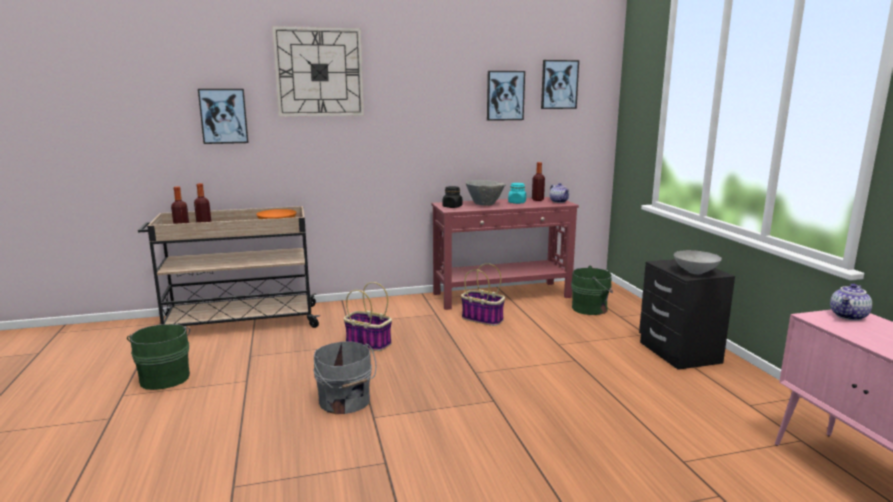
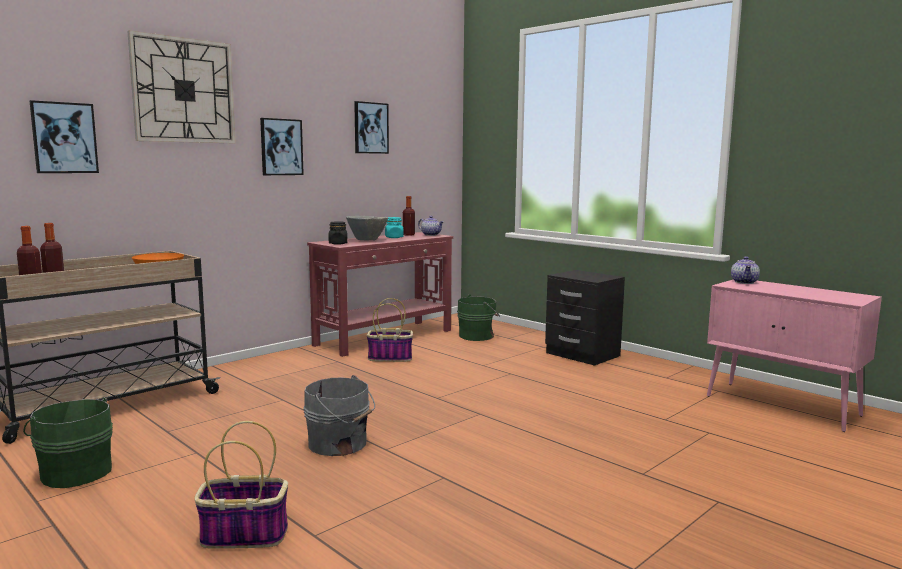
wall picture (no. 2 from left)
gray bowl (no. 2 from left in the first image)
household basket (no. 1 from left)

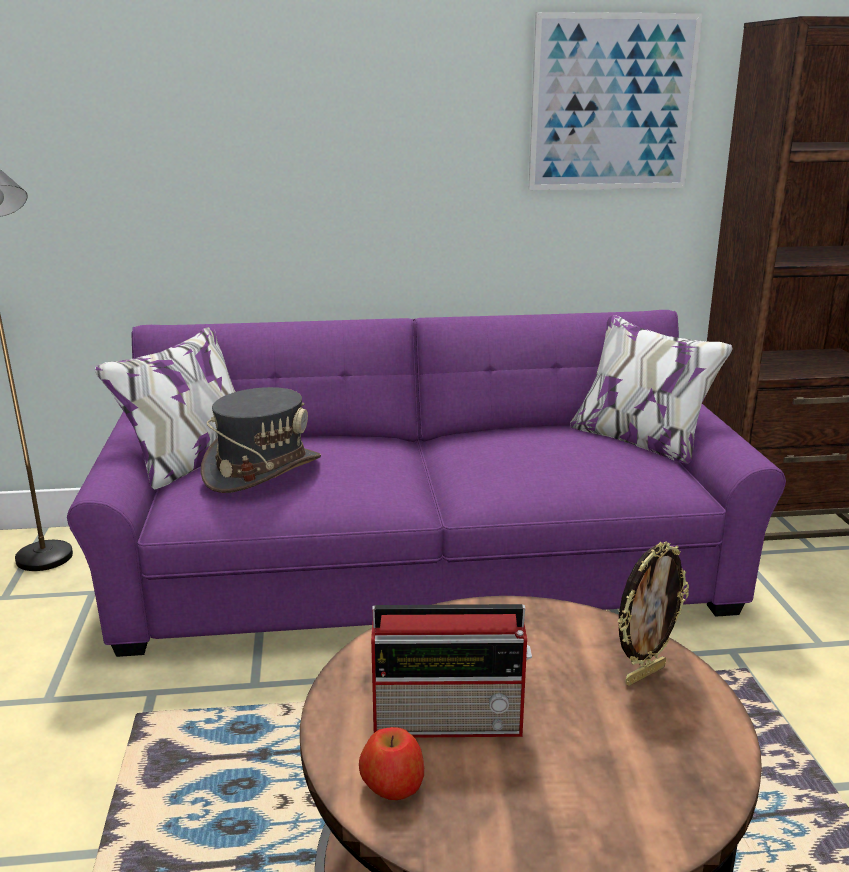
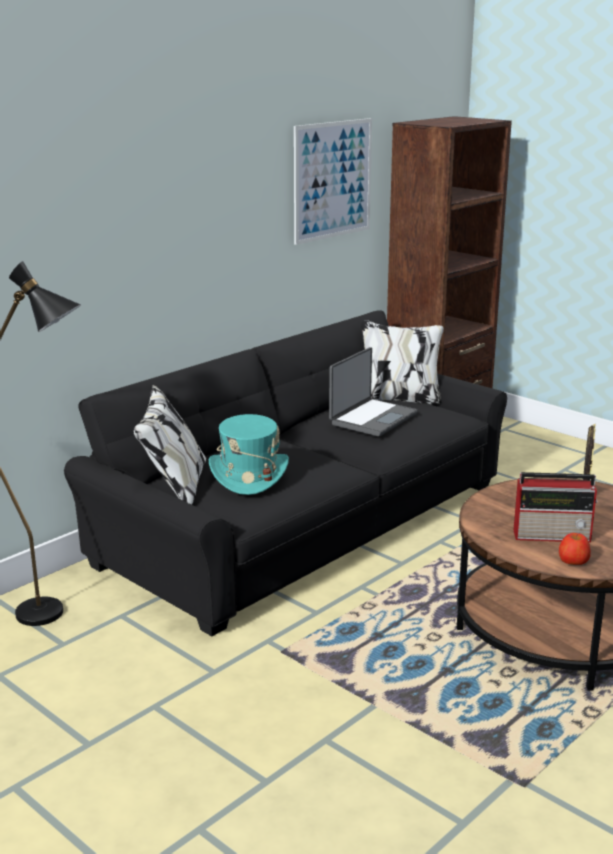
blackish couch
turquoise-coloured hat
radio
laptop

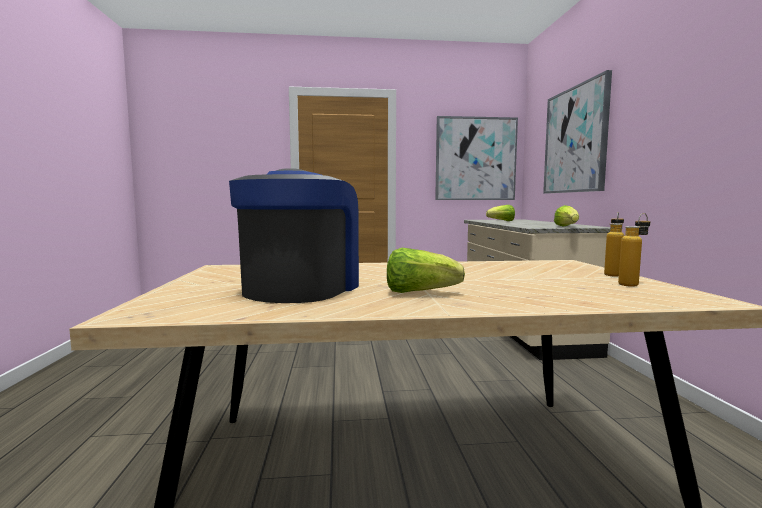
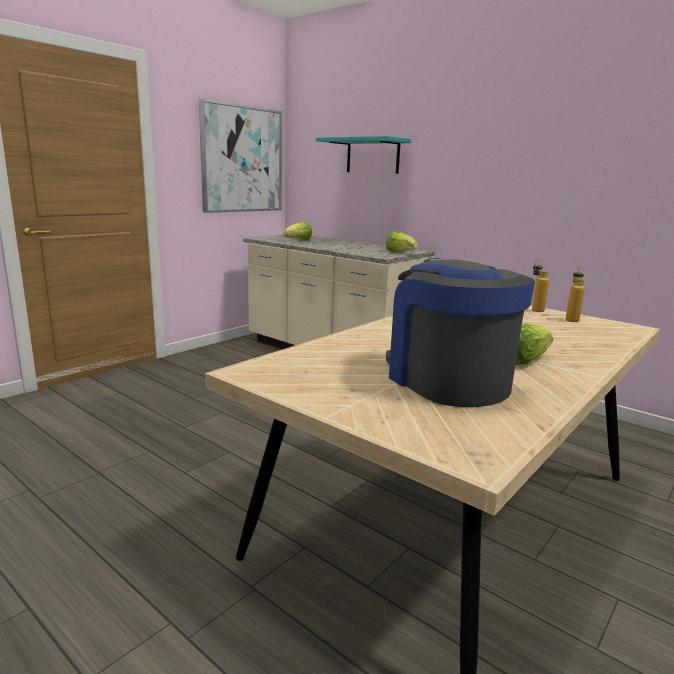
turquoise-coloured bracket shelf

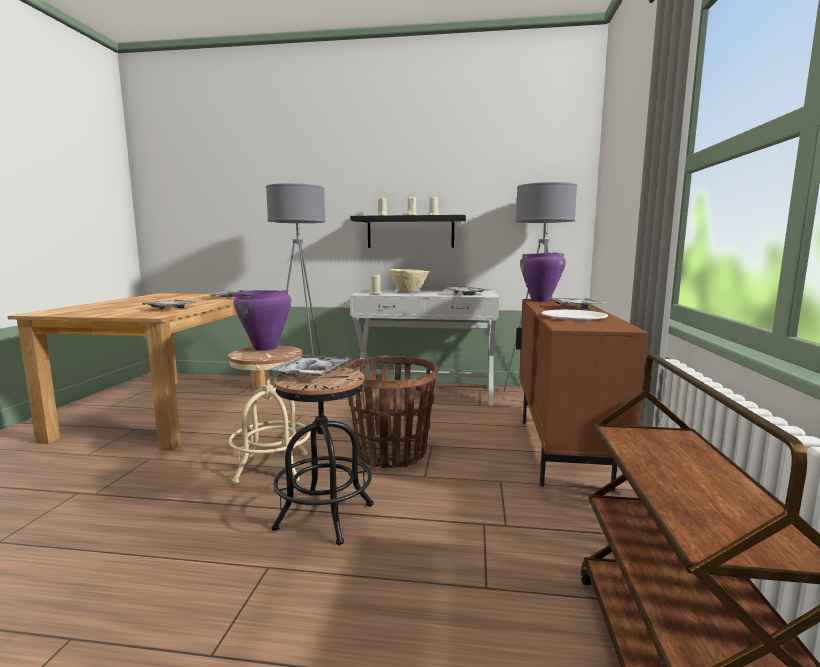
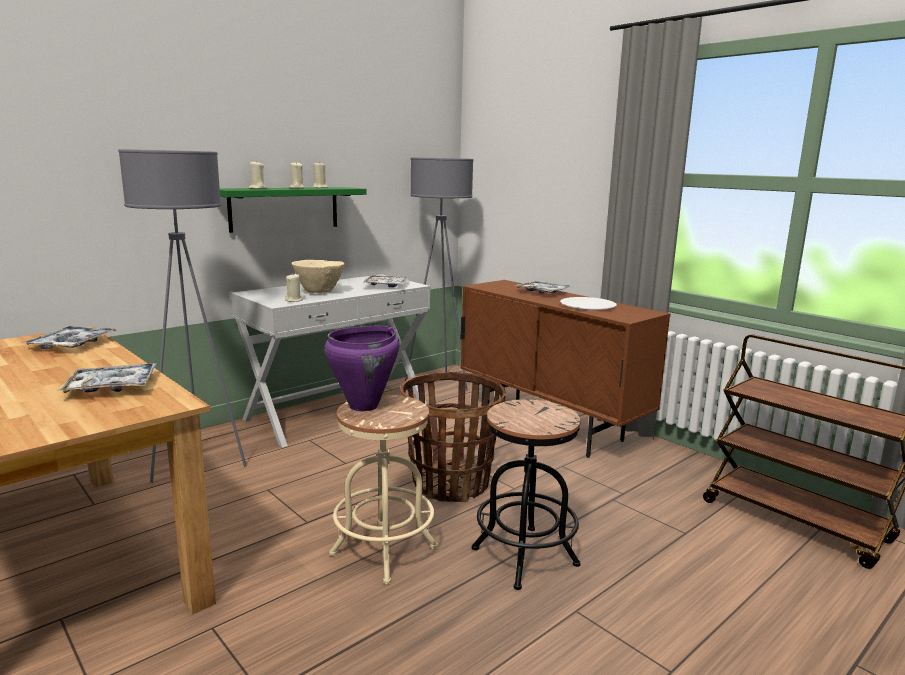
greenish bracket shelf
purple stockpot (no. 2 from left in the first image)
carrying tray (no. 3 from left in the first image)

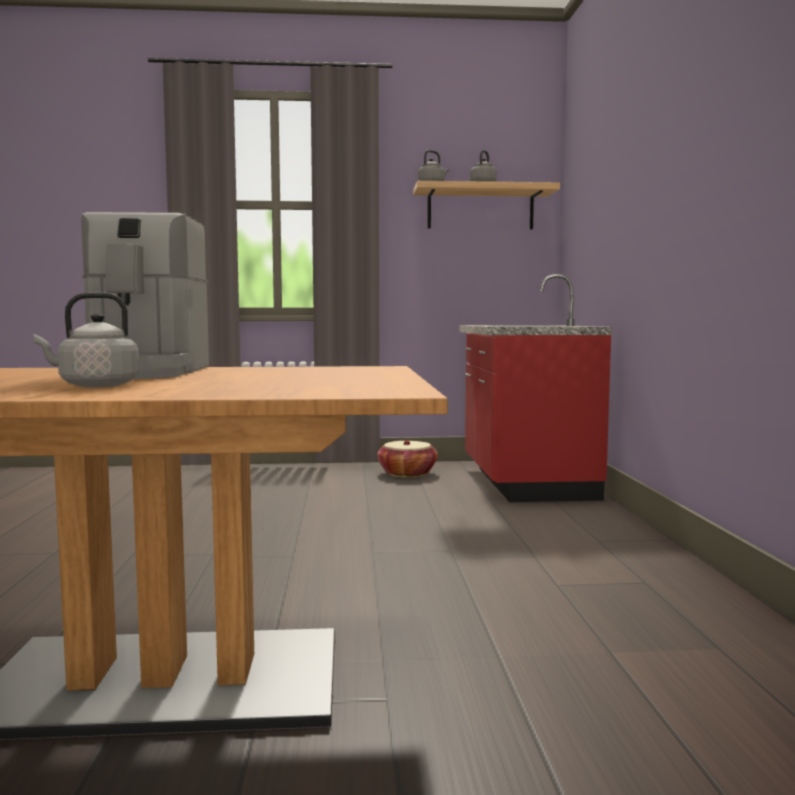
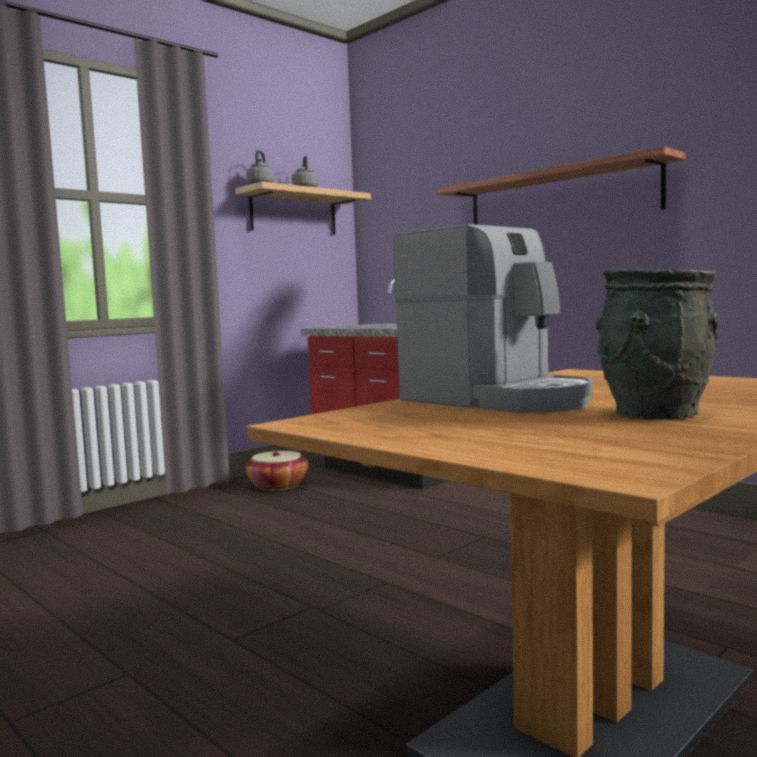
gray vase
bracket shelf (no. 2 from left)

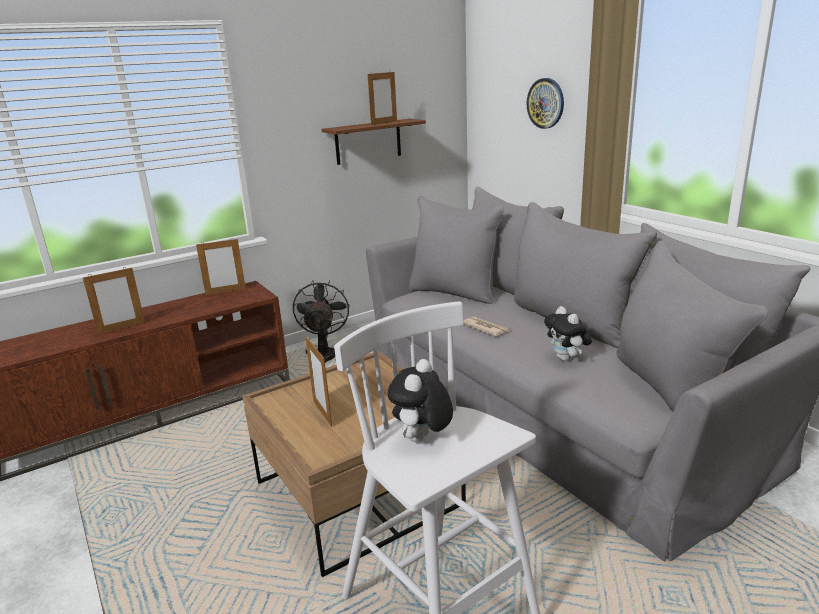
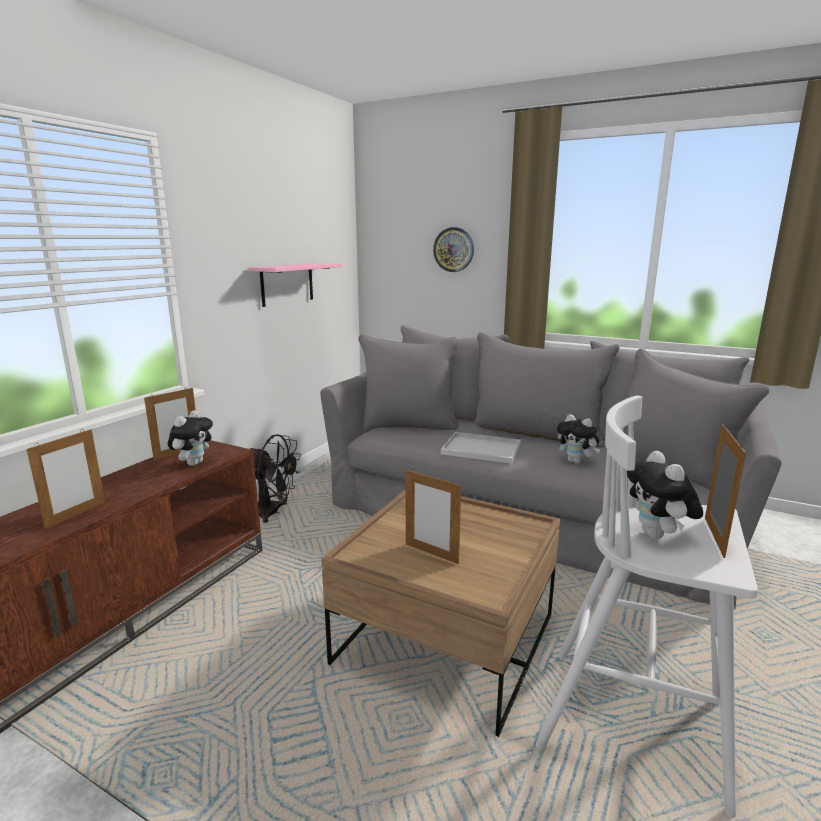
photo frame (no. 4 from left)
pink-coloured bracket shelf
blackish cooling fan
white-coloured carrying tray
soft toy (no. 1 from left)

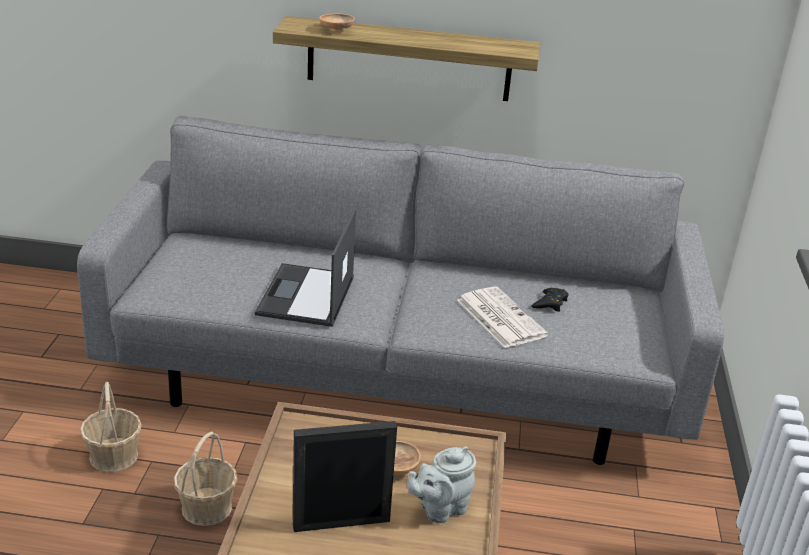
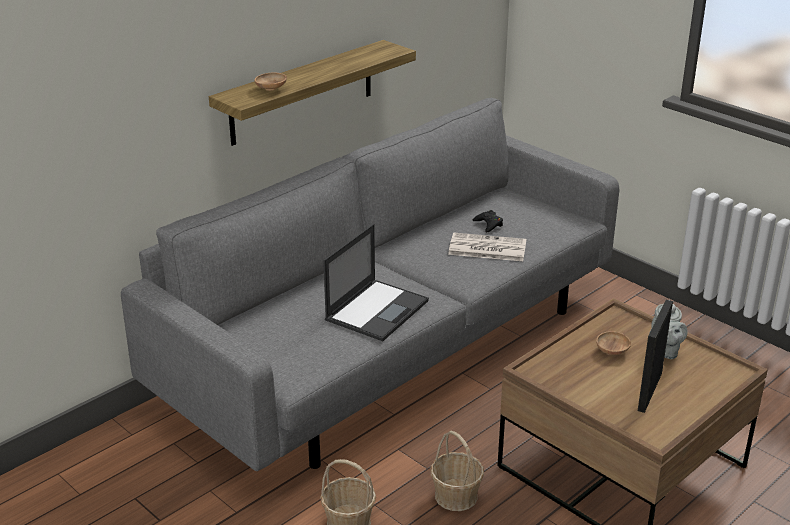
laptop

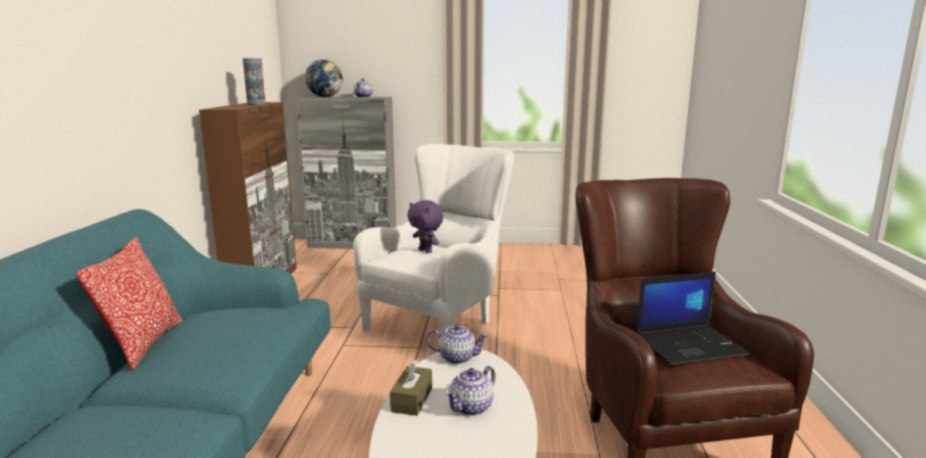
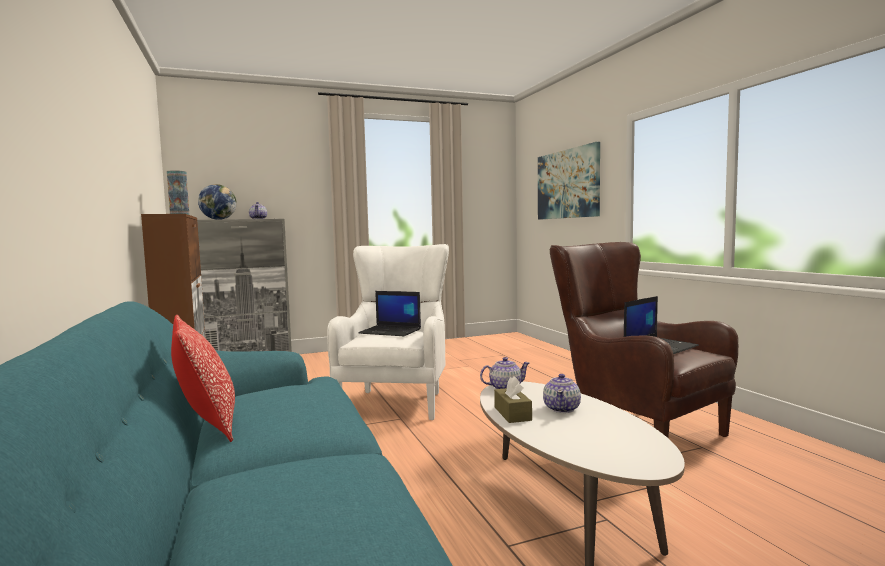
laptop (no. 1 from left)
wall picture

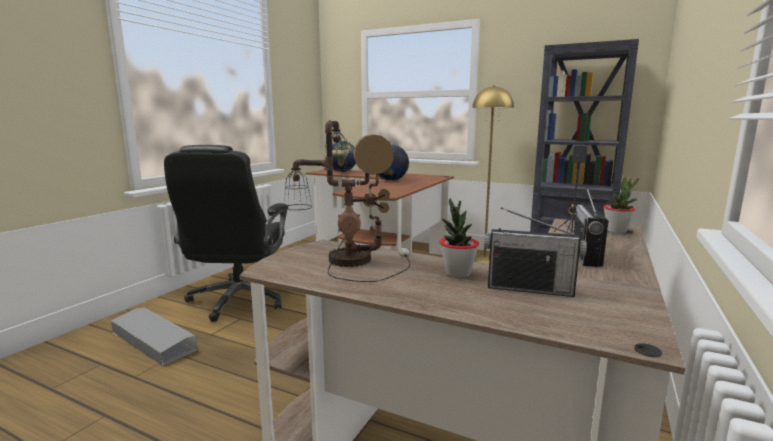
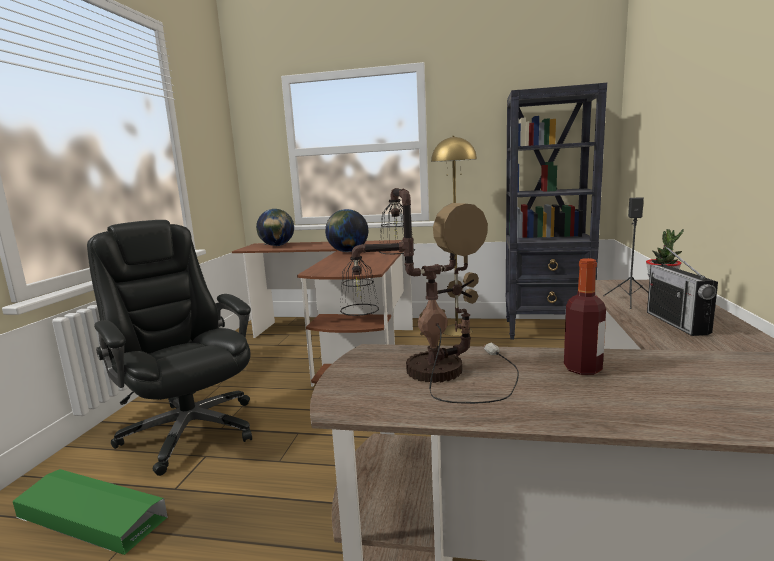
blackish office chair
beverage bottle
radio (no. 1 from left in the first image)
greenish storage box

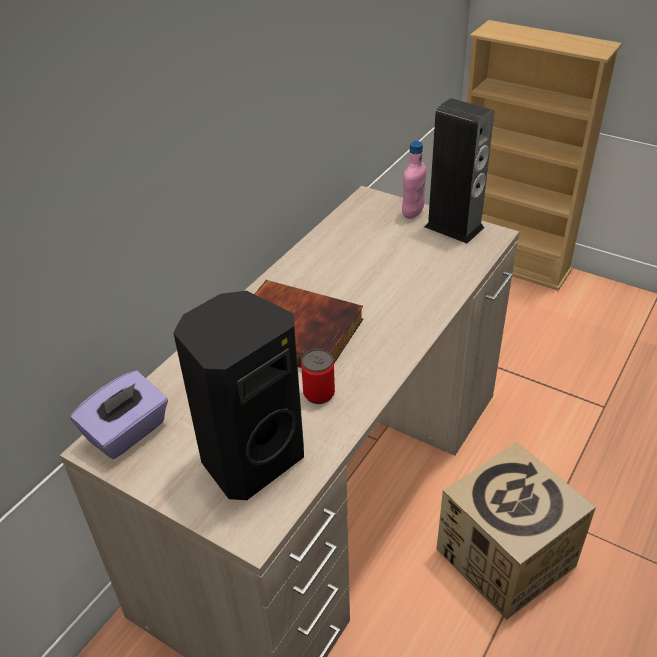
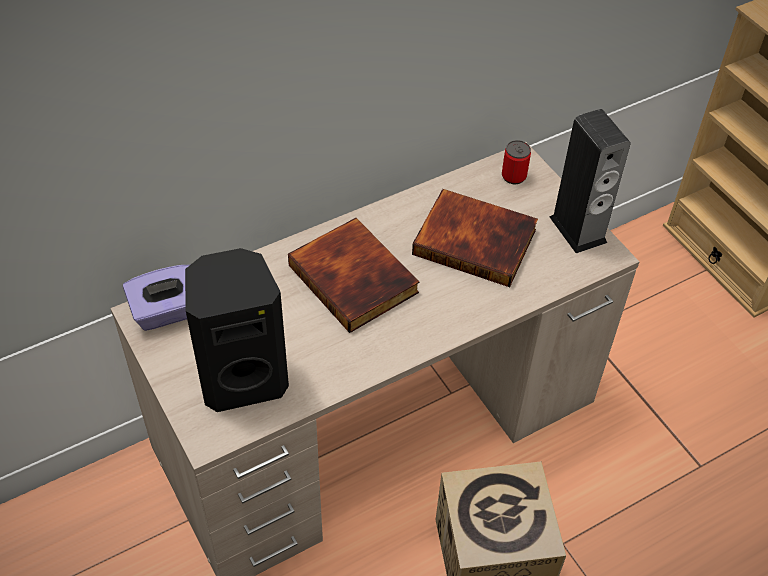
pink-coloured beverage bottle
can
volume (no. 2 from left)

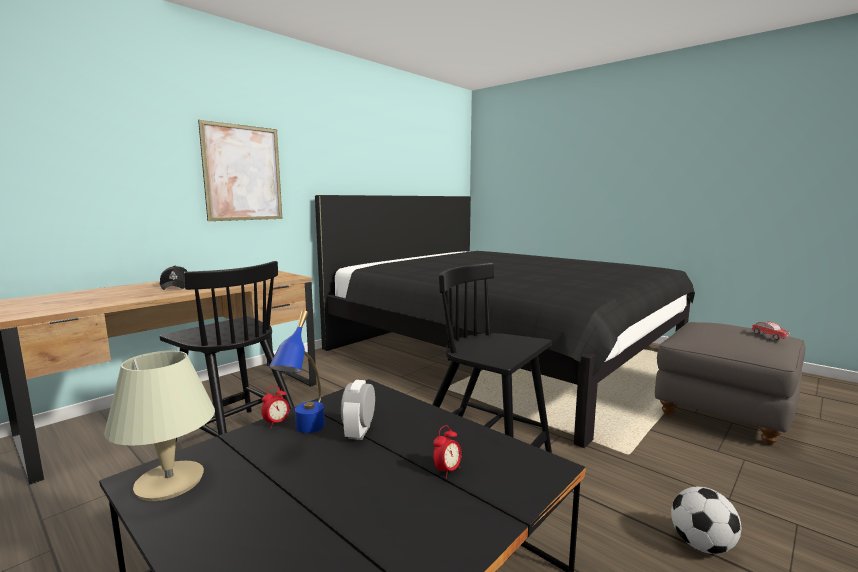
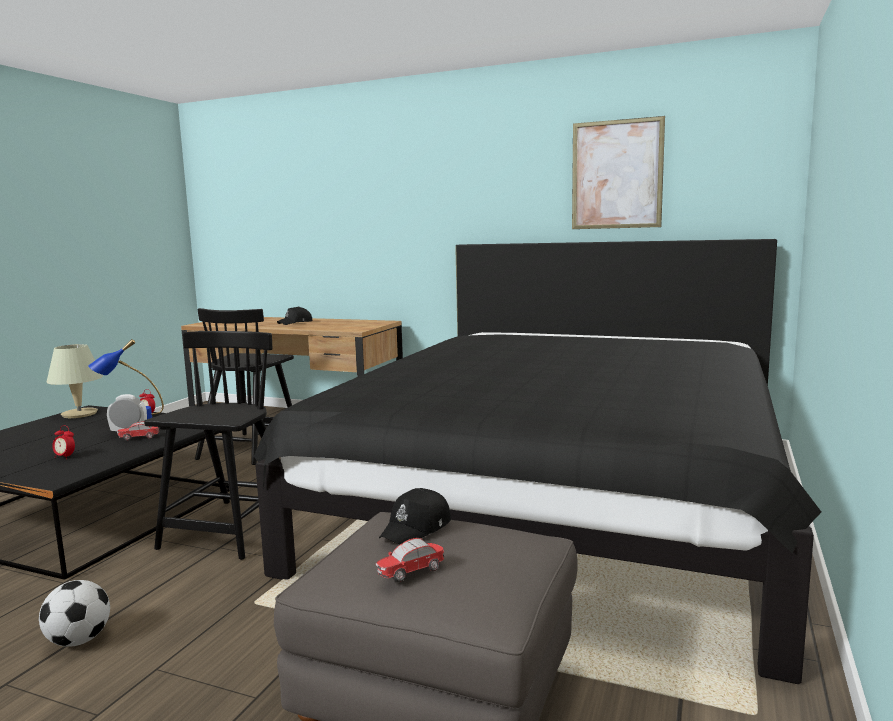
wall picture
miniature car (no. 1 from left)
blackish cap (no. 2 from left)

